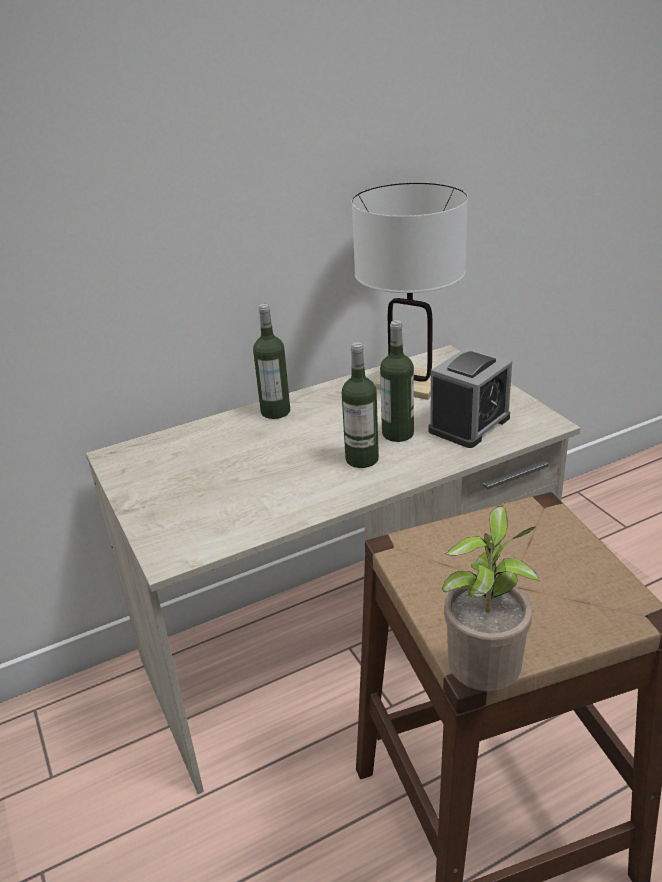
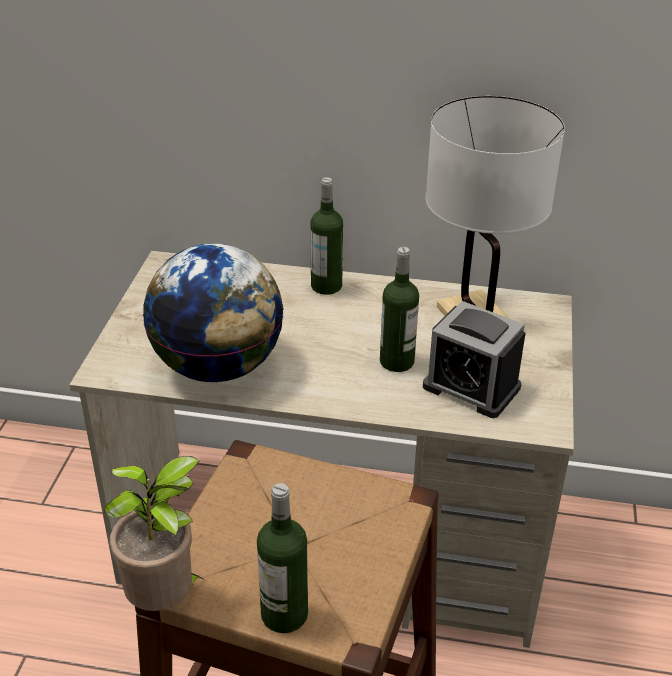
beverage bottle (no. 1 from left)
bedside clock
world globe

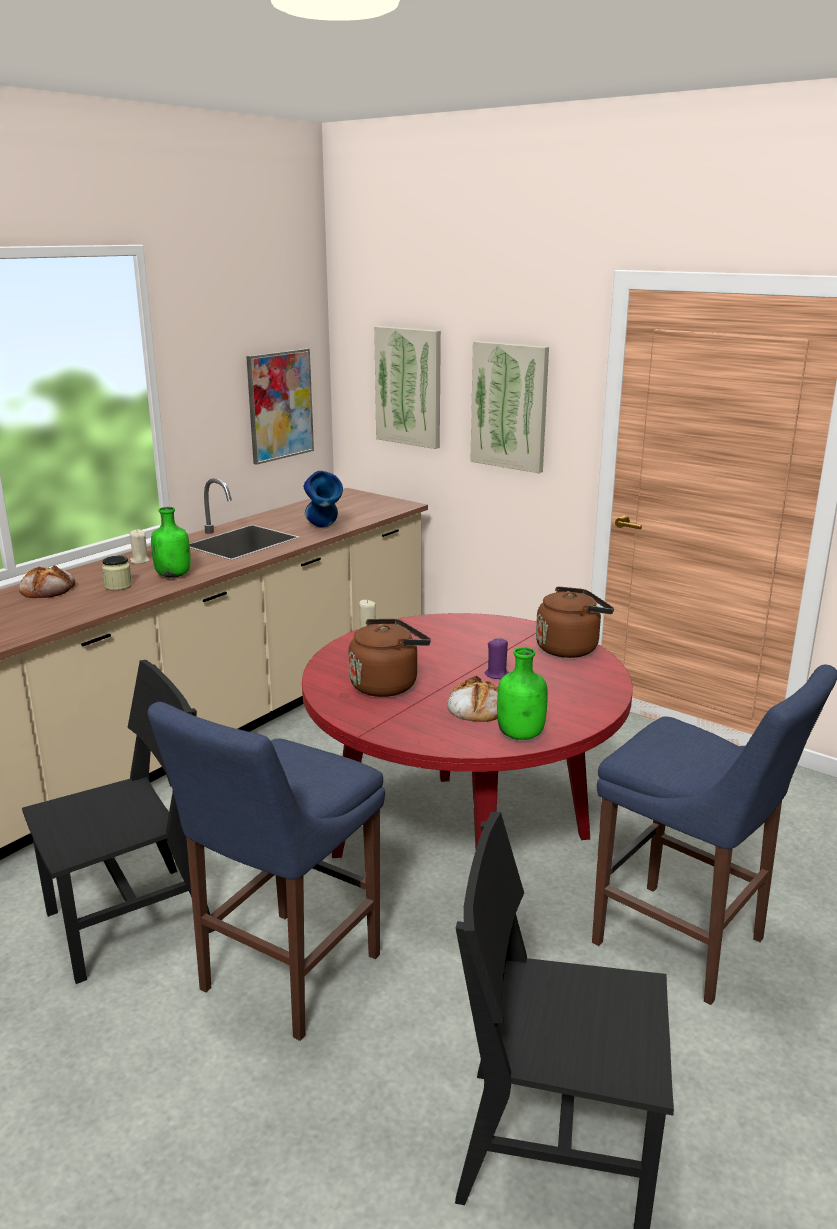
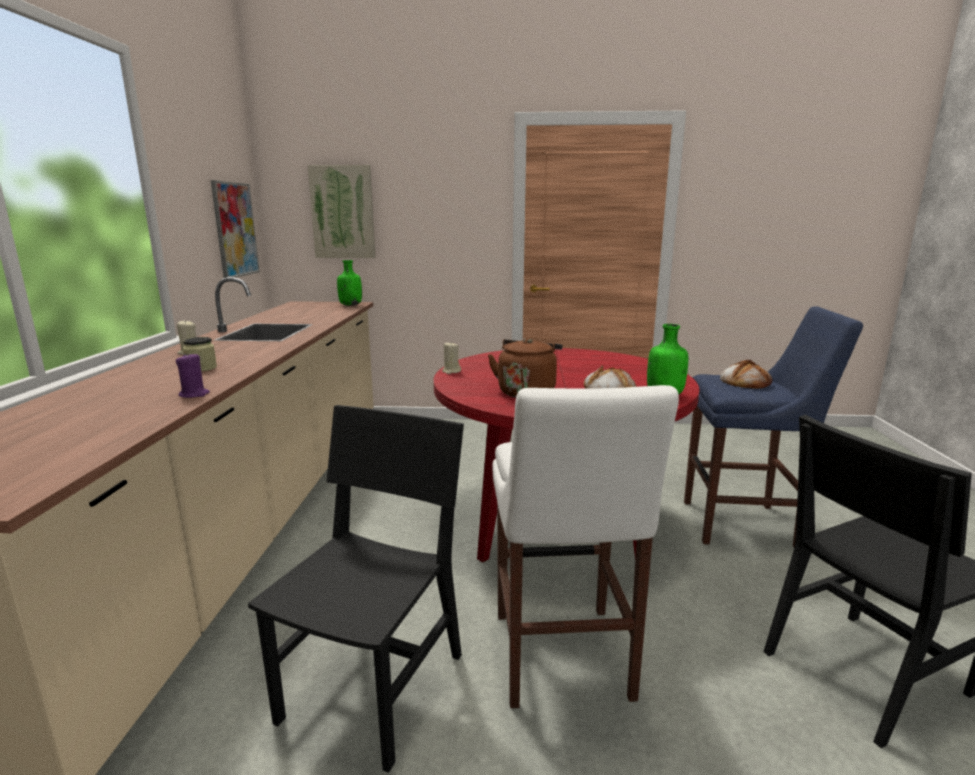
wall picture (no. 3 from left in the first image)
blue-coloured vase
greenish beverage bottle (no. 1 from left)
bread (no. 2 from left)
brown tea kettle (no. 2 from left in the first image)
purple candle
white-coloured sitting stool

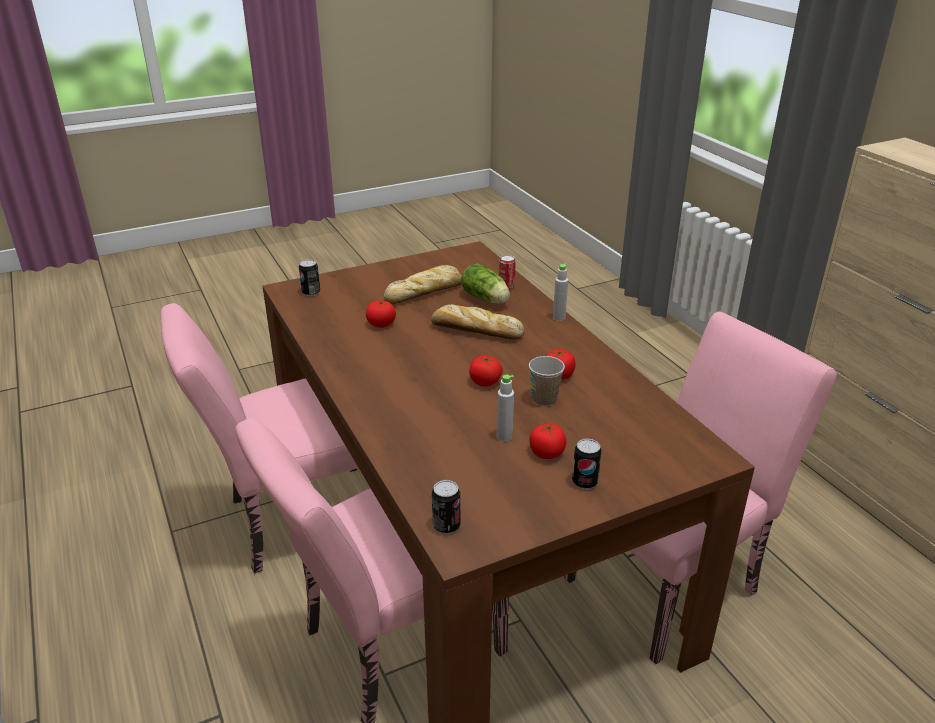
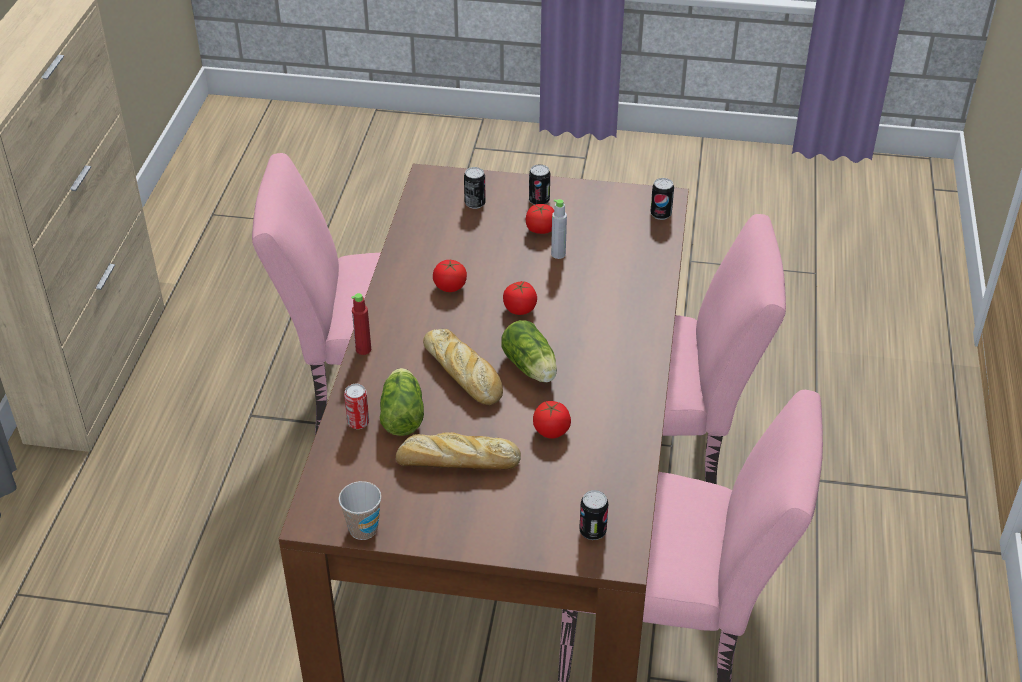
red-coloured beverage bottle
cup
can (no. 2 from left)
lettuce head (no. 2 from left)

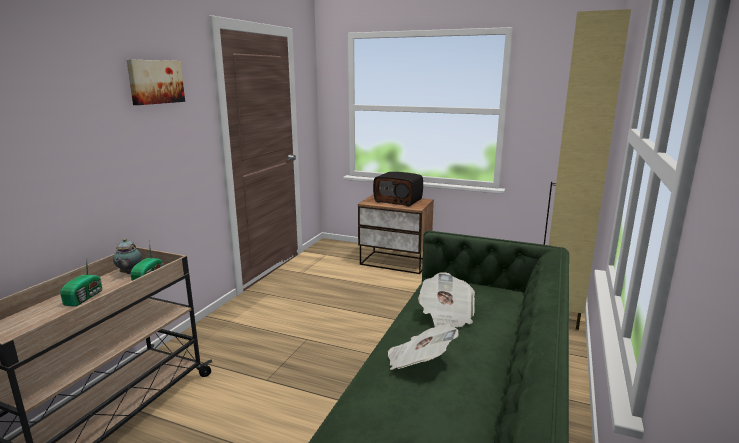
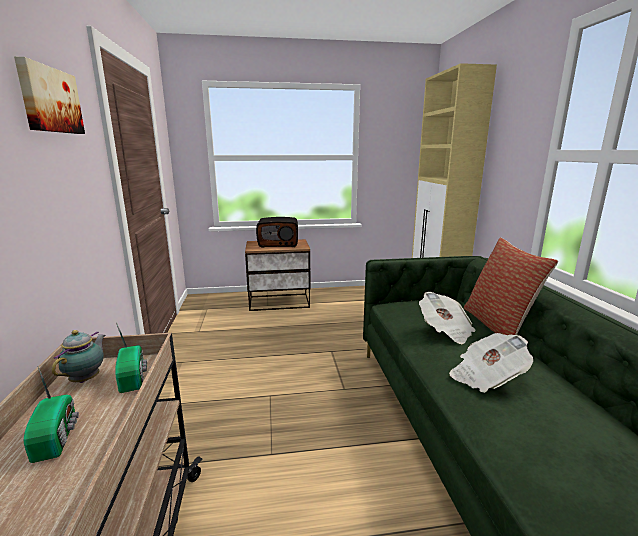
teapot
pillow

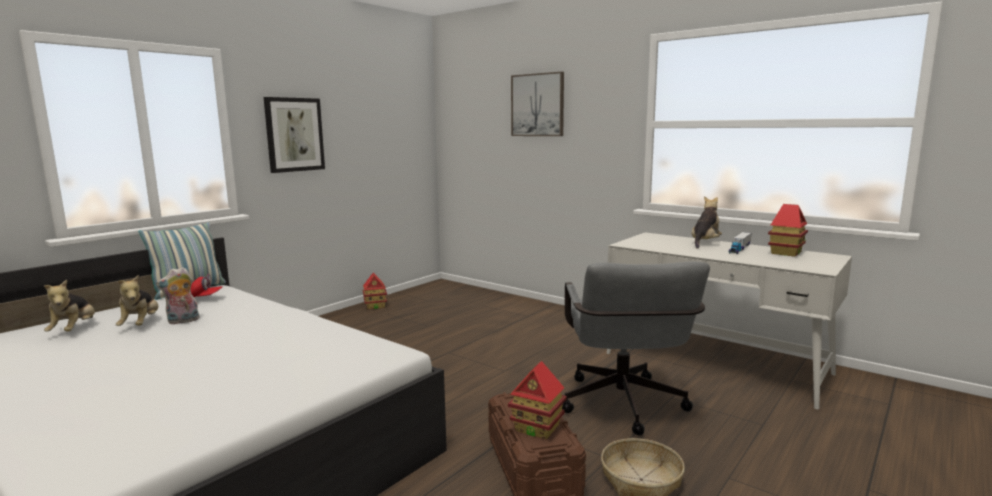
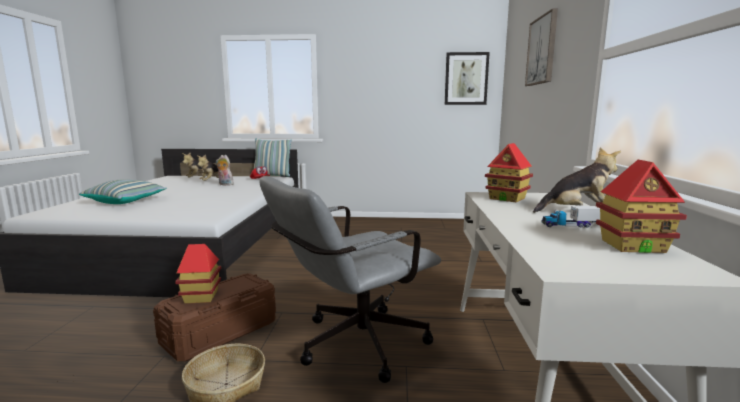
wall picture (no. 1 from left)
model house (no. 2 from left)
pillow (no. 1 from left)

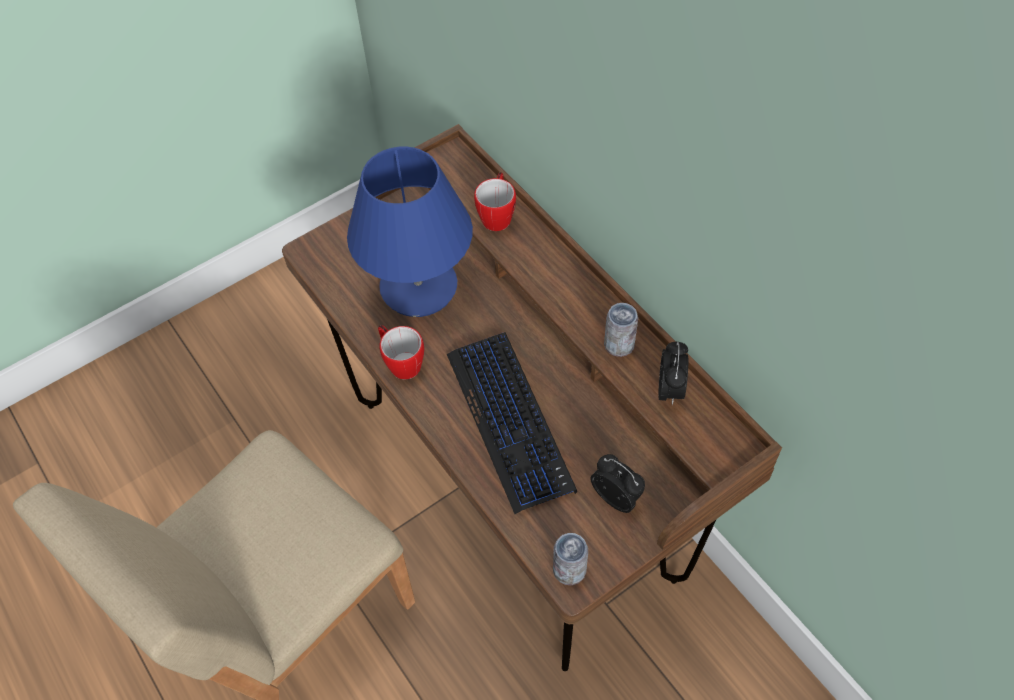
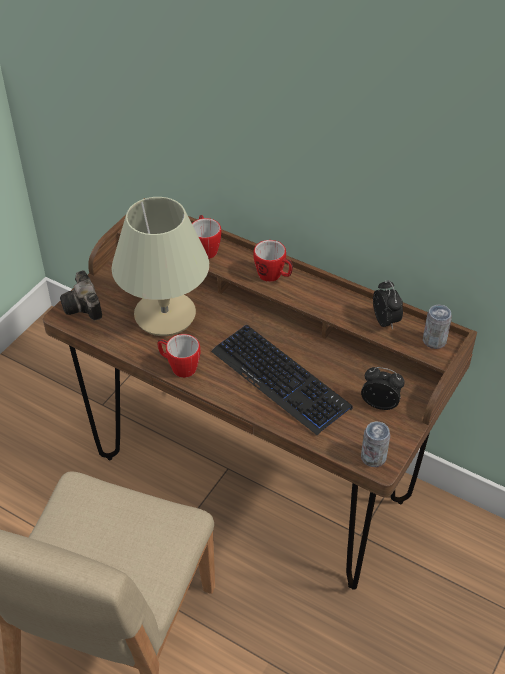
beige lamp for a table
can (no. 2 from left)
tea mug (no. 3 from left)
photo camera

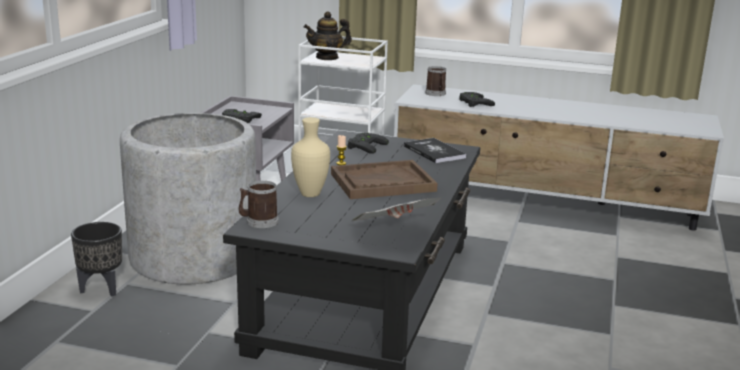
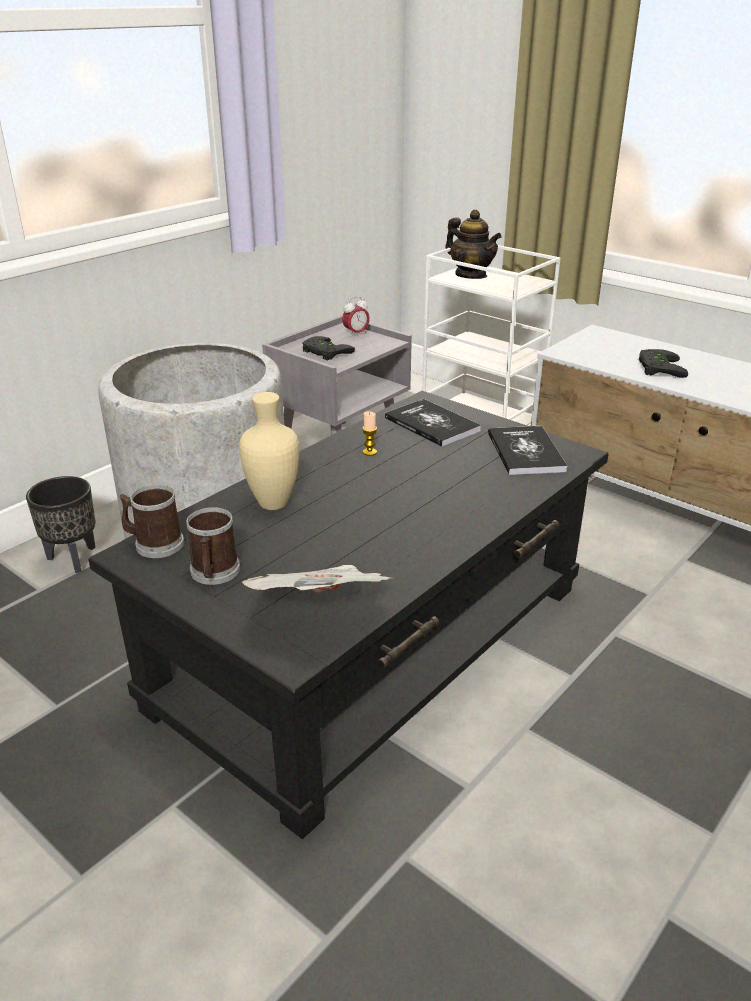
teapot
tea mug (no. 2 from left)
volume (no. 1 from left)
brown carrying tray
bedside clock

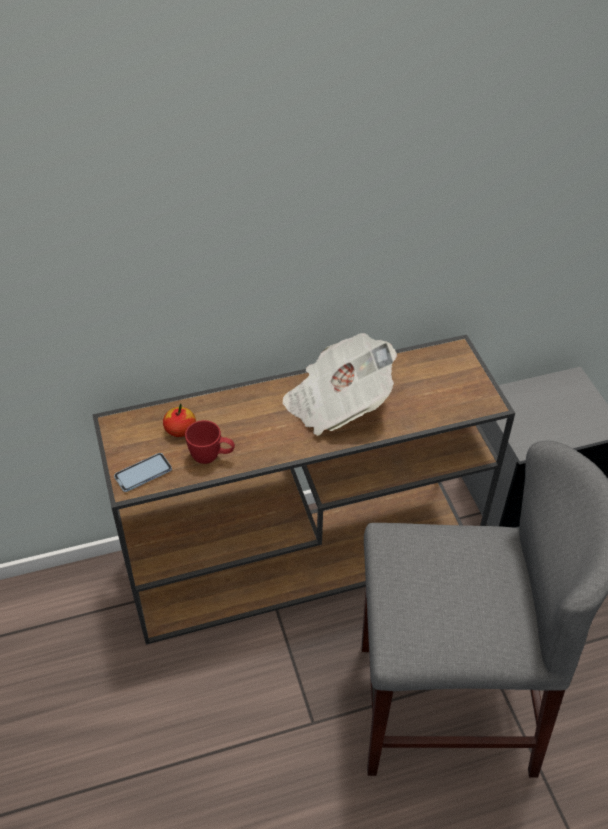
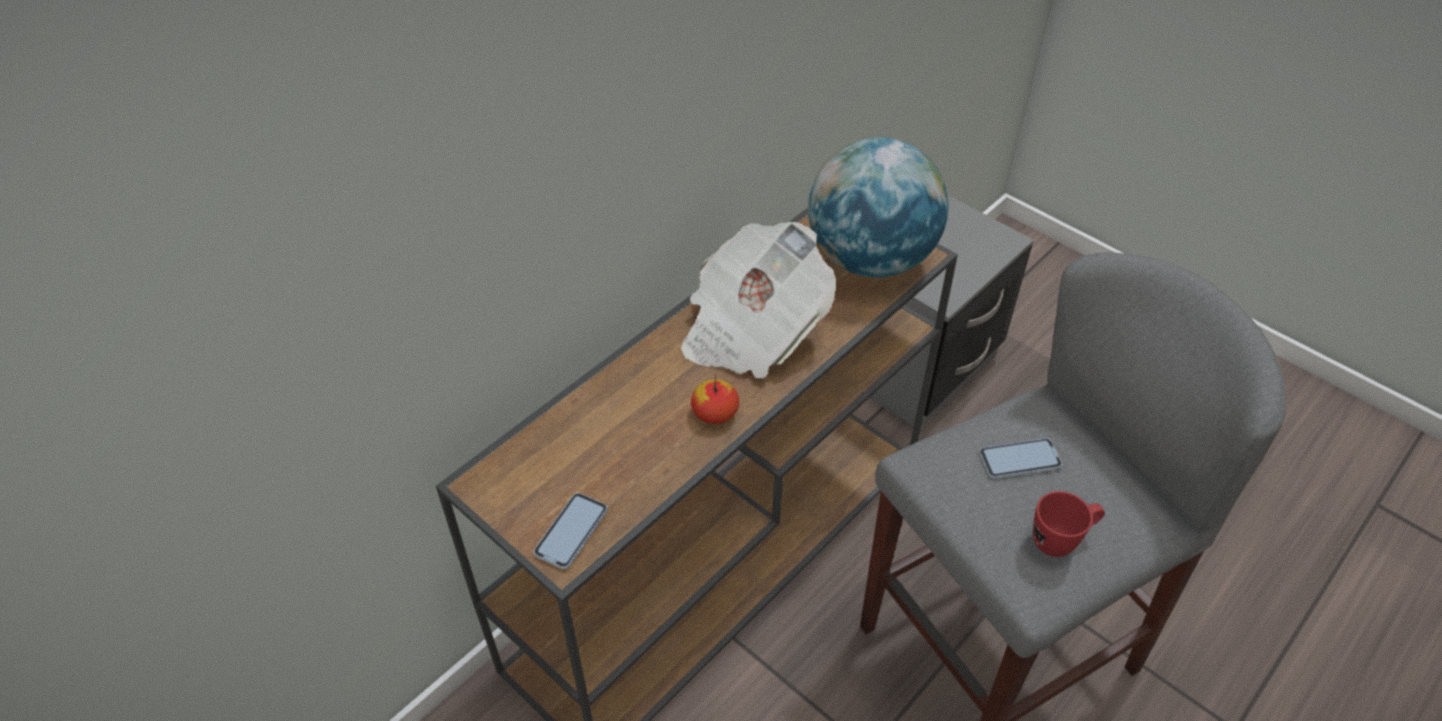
apple
red-coloured tea mug
world globe
phone (no. 2 from left)

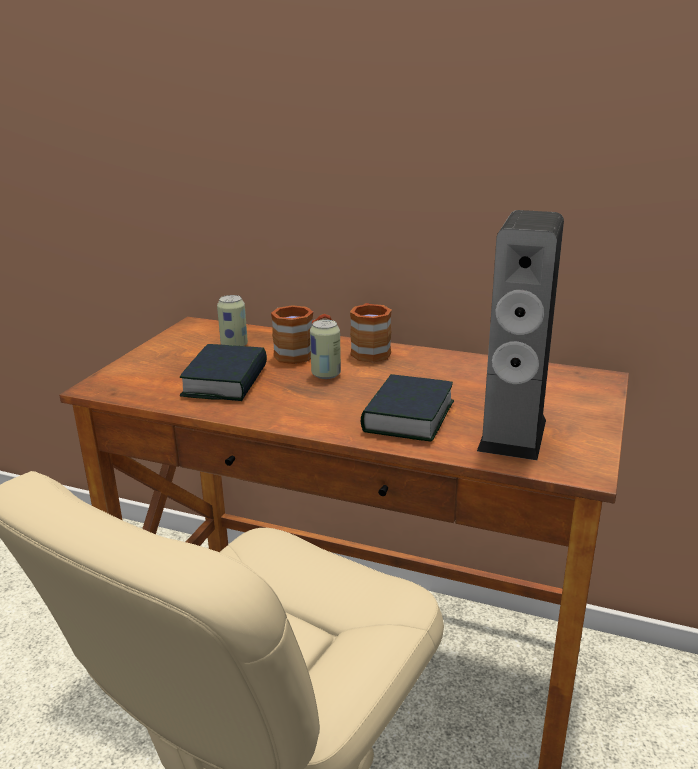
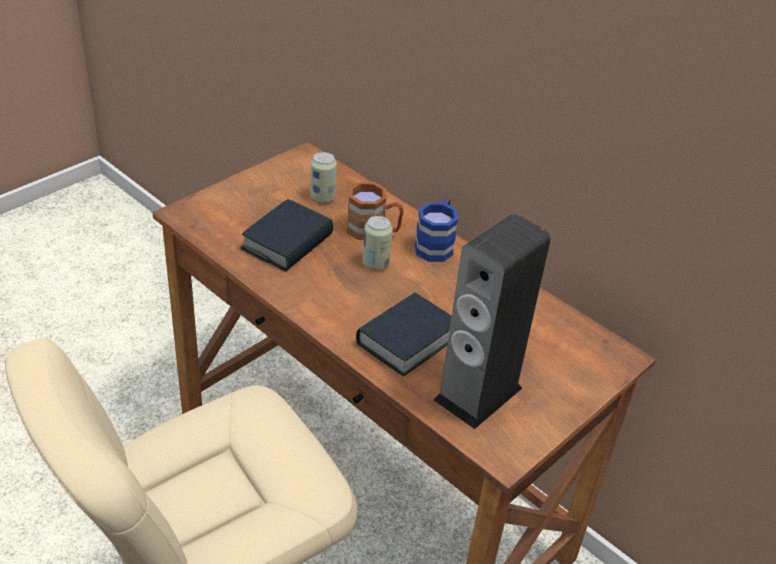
blue-coloured tea mug

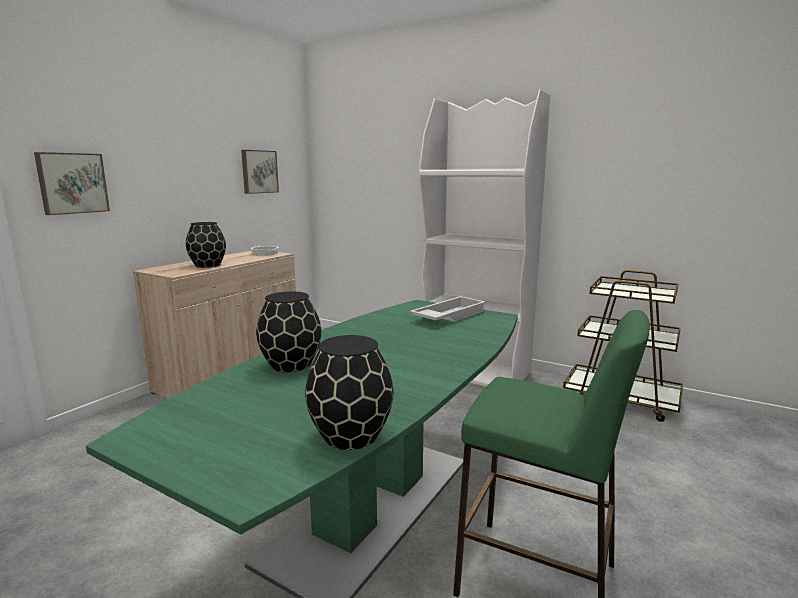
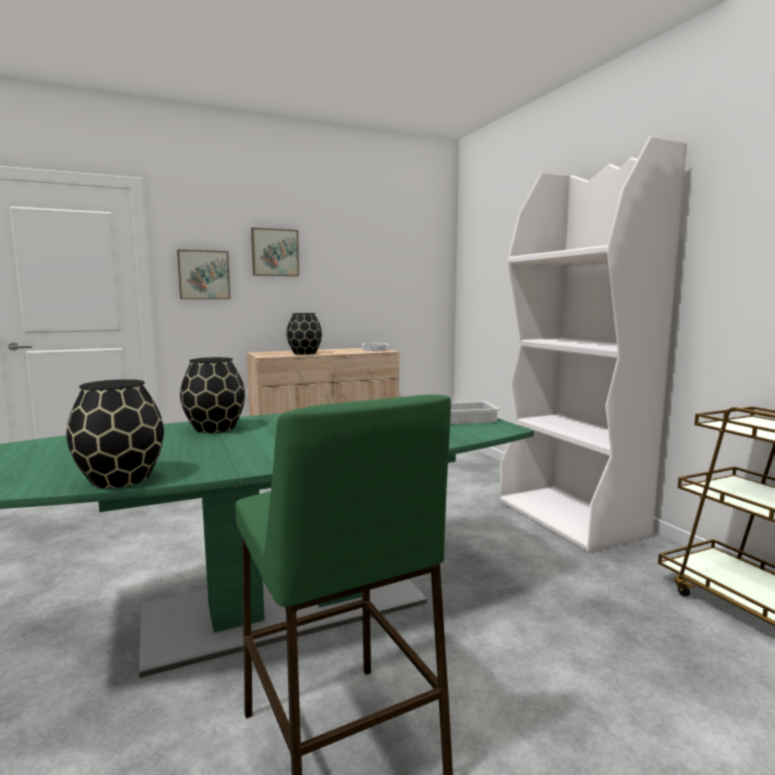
wall picture (no. 2 from left)

